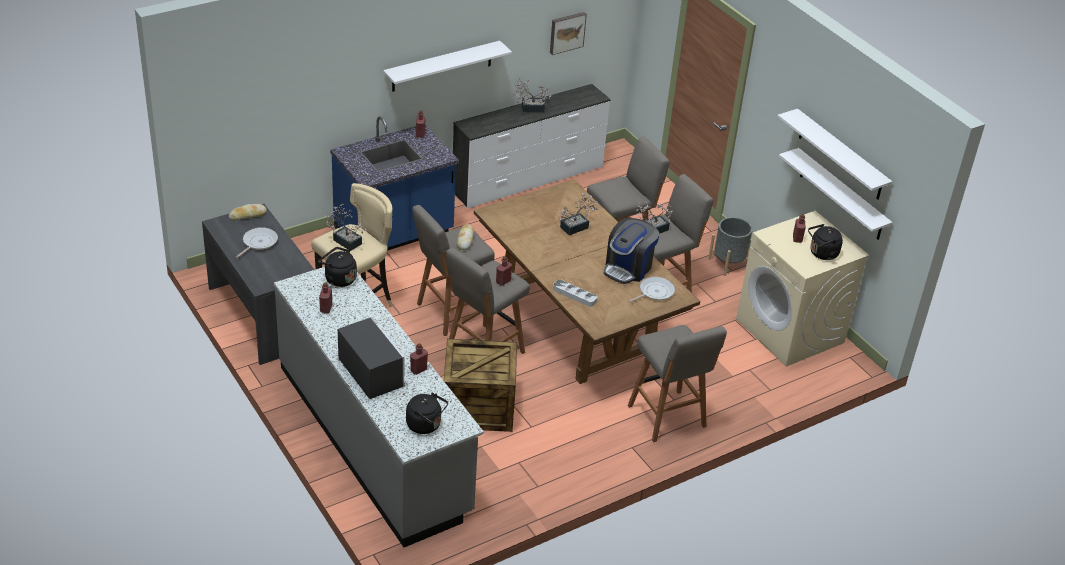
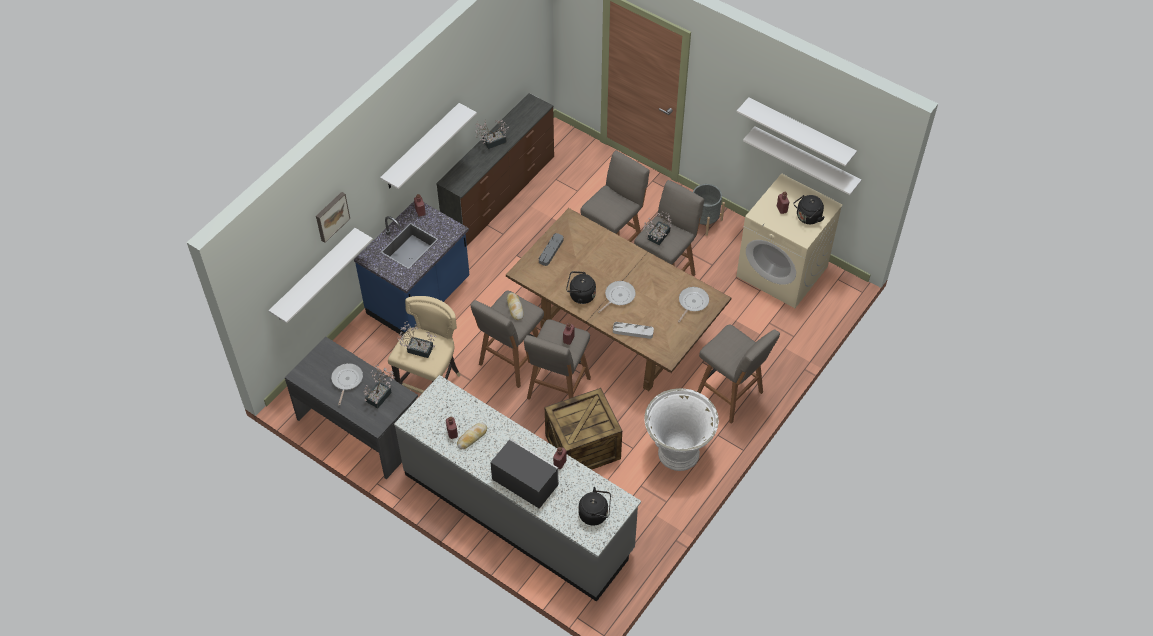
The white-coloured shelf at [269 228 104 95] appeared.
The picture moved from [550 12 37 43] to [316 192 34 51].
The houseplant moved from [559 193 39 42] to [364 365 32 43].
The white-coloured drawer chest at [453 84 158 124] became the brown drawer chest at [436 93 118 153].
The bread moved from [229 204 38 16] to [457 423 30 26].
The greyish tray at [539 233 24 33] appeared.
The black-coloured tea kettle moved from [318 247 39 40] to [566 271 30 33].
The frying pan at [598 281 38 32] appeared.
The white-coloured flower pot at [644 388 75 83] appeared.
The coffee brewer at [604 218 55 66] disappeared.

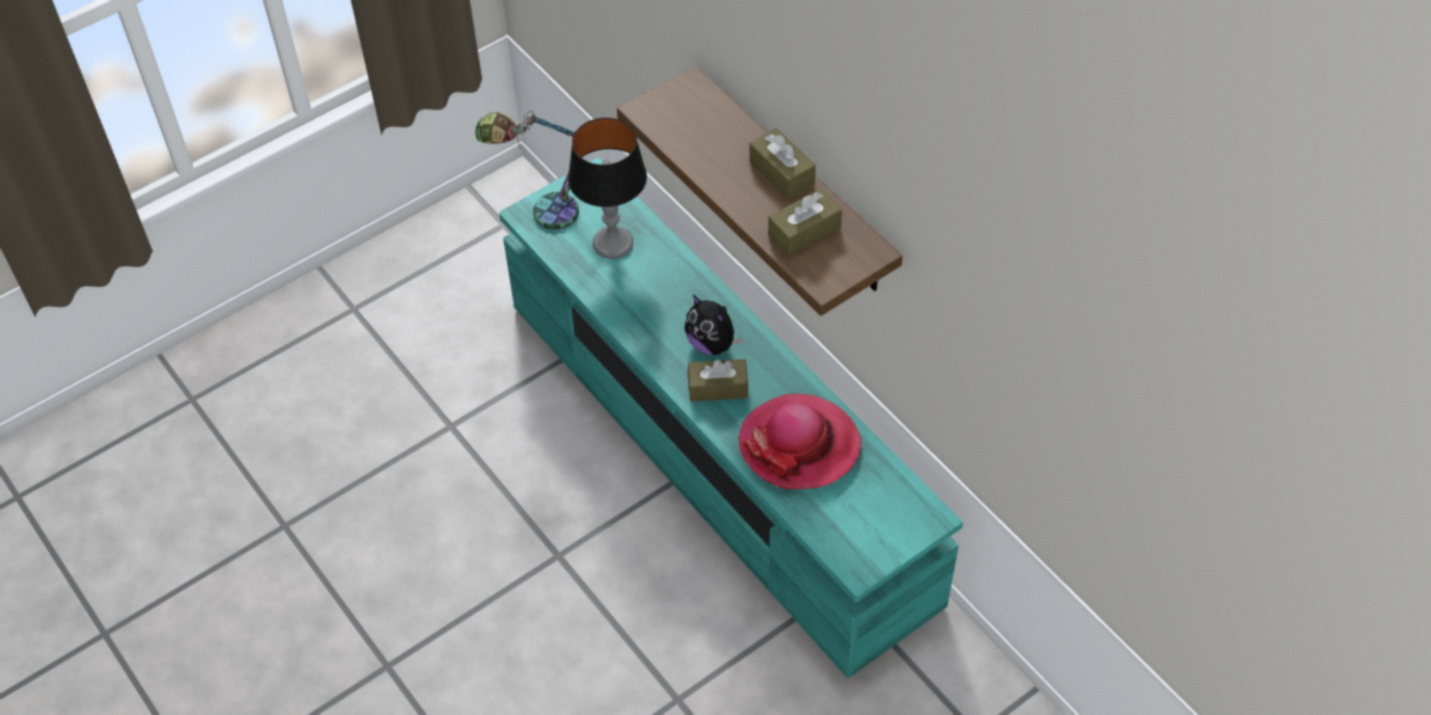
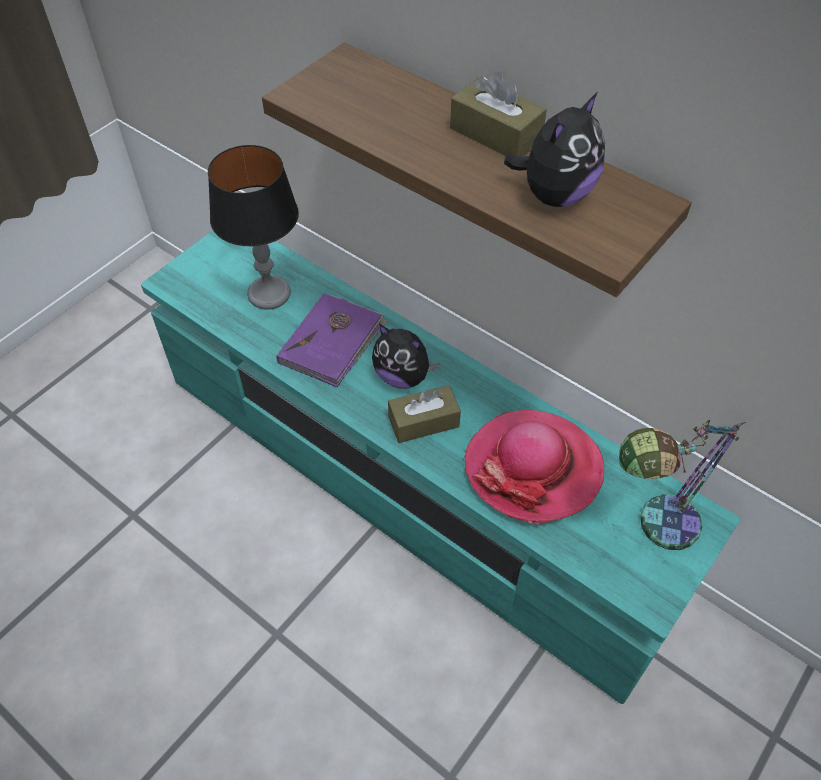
The purple book at [276 293 111 94] appeared.
The brown tissue box at [768 188 74 69] was replaced by the plush toy at [504 93 101 114].
The lamp for a table moved from [475 111 108 119] to [619 419 127 131].

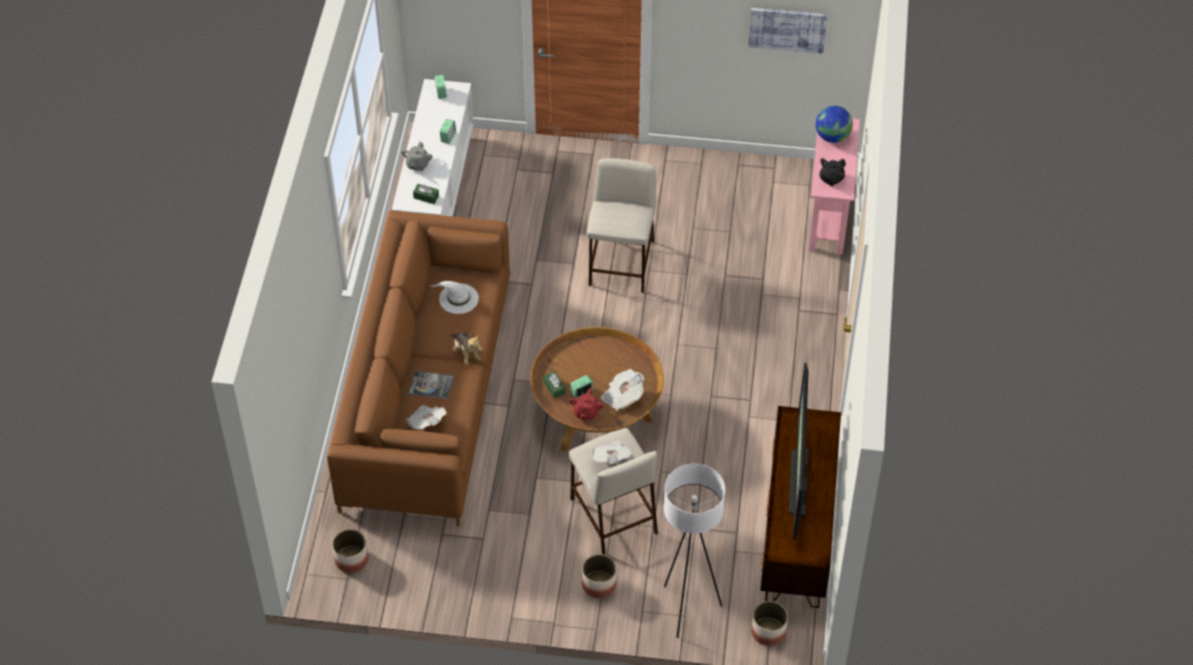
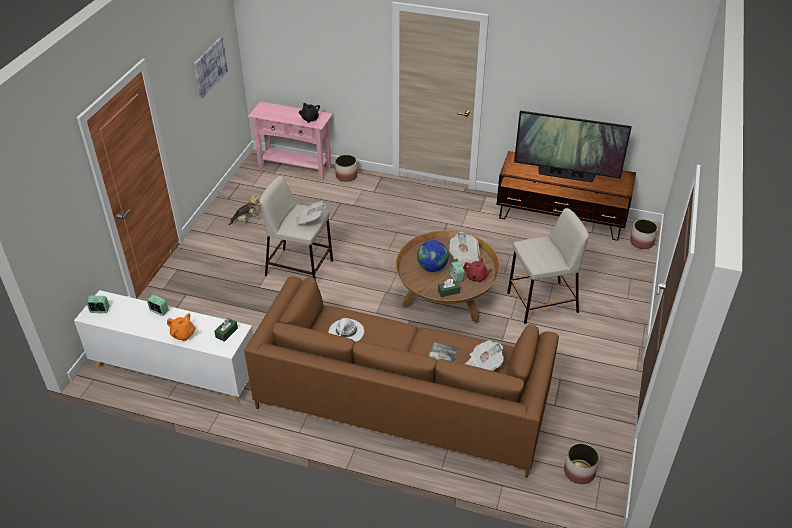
The greyish teapot at [401 142 32 29] became the orange teapot at [167 313 29 28].
The plush toy moved from [451 333 31 31] to [229 194 31 31].
The daily paper moved from [591 441 41 23] to [294 201 32 25].
The flower pot moved from [582 554 35 44] to [335 155 22 27].
The globe moved from [816 106 37 37] to [417 240 32 32].
The white-coloured standing lamp at [664 464 61 174] disappeared.

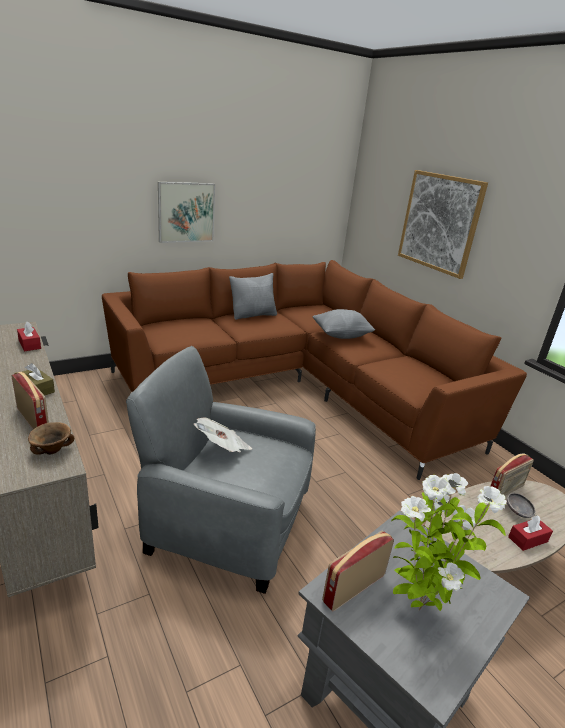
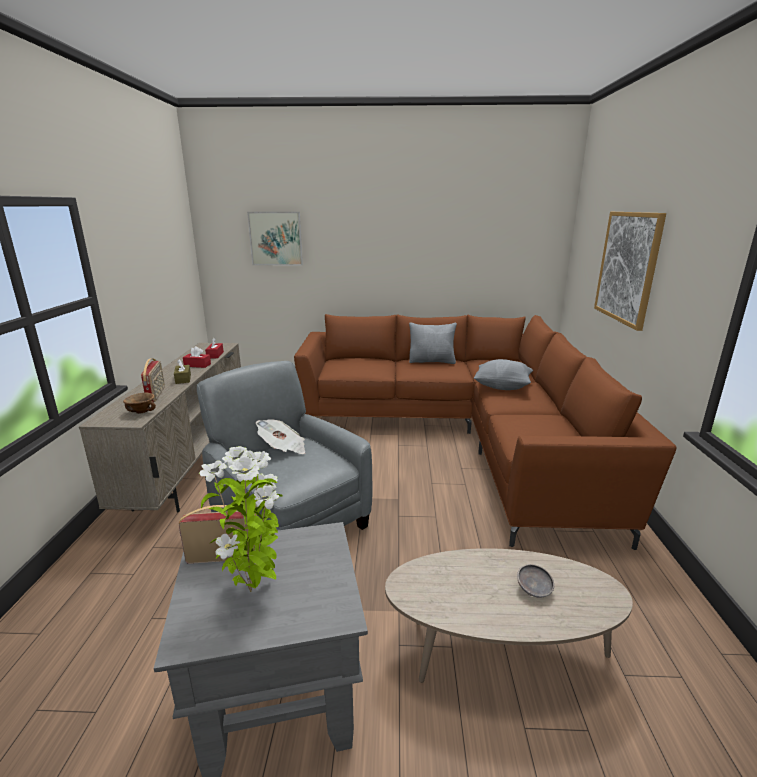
The red-coloured tissue box moved from [508 515 45 36] to [183 346 28 22].
The picture moved from [158 182 57 61] to [247 212 56 53].
The radio at [490 454 44 42] disappeared.

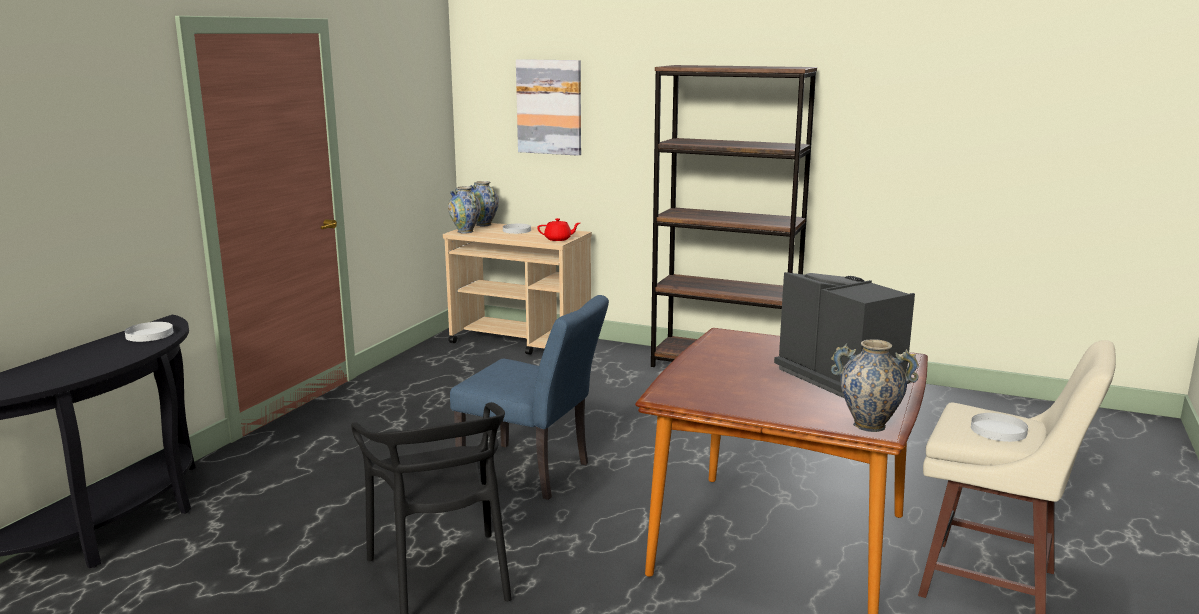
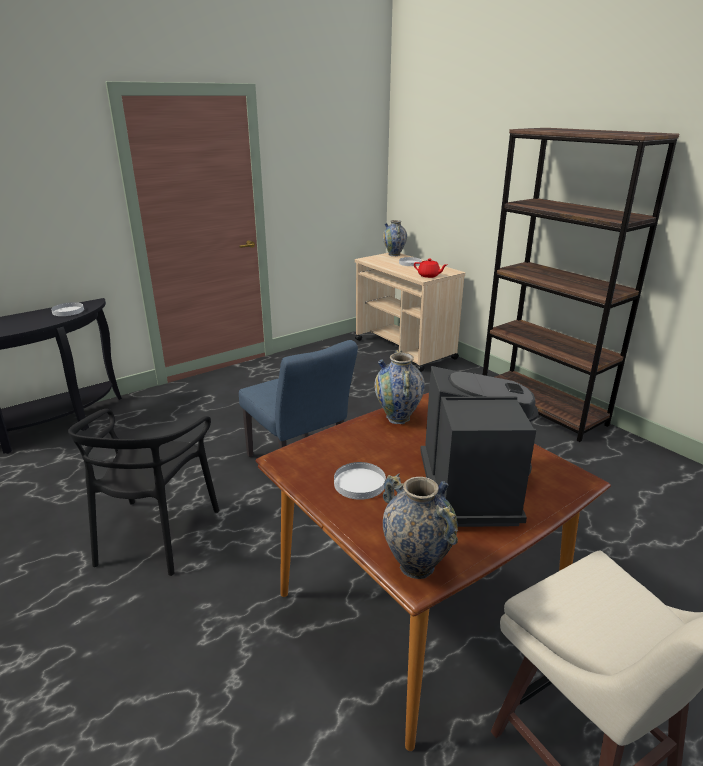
The white-coloured dinner plate moved from [971 413 57 29] to [334 462 52 38].
The vase moved from [448 186 33 47] to [374 350 51 74].
The picture at [516 59 65 97] disappeared.

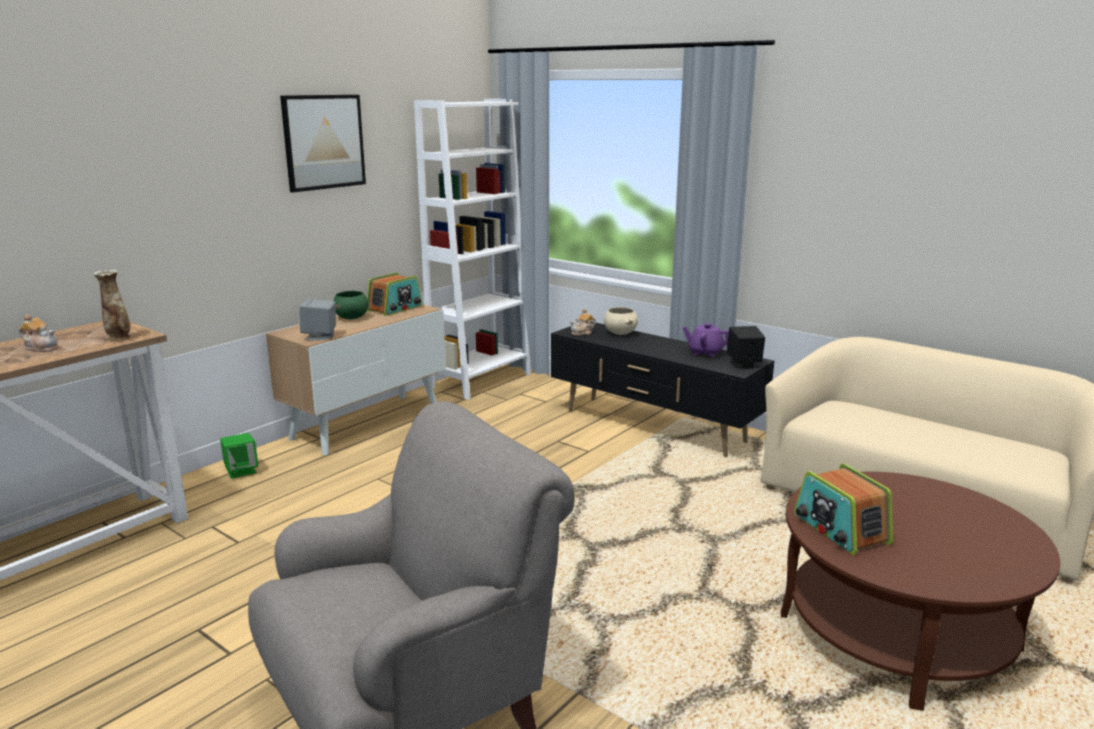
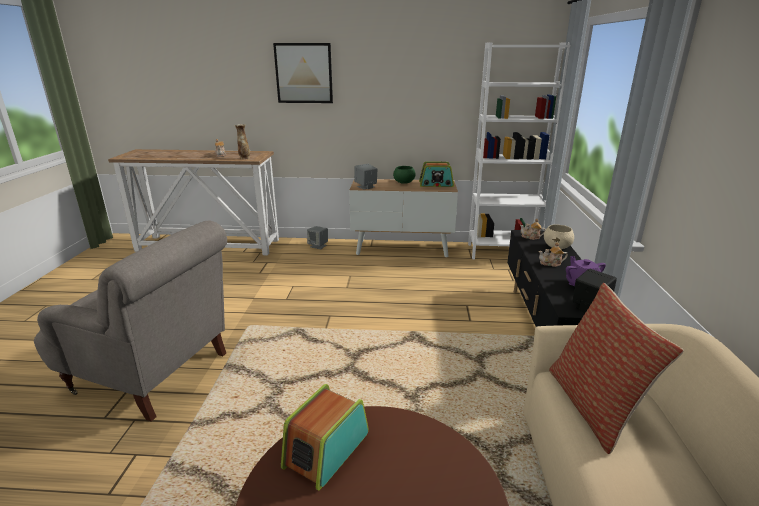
The picture moved from [280 95 86 97] to [273 43 60 60].
The green speaker at [220 433 38 46] became the greyish speaker at [307 226 21 23].
The teapot at [538 242 30 25] appeared.
The pillow at [549 283 135 171] appeared.

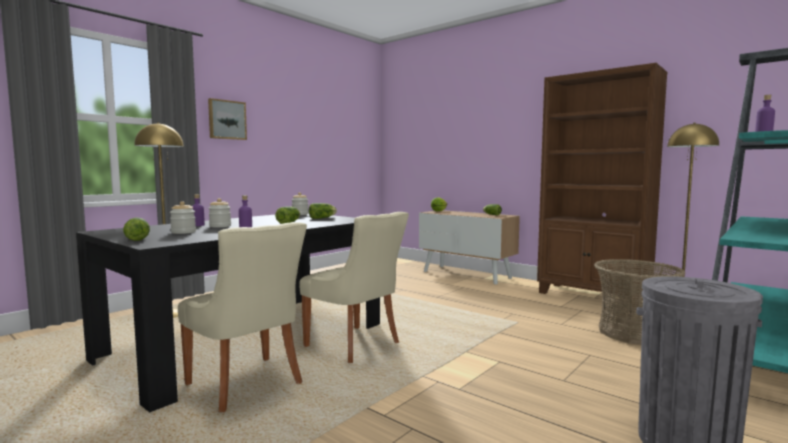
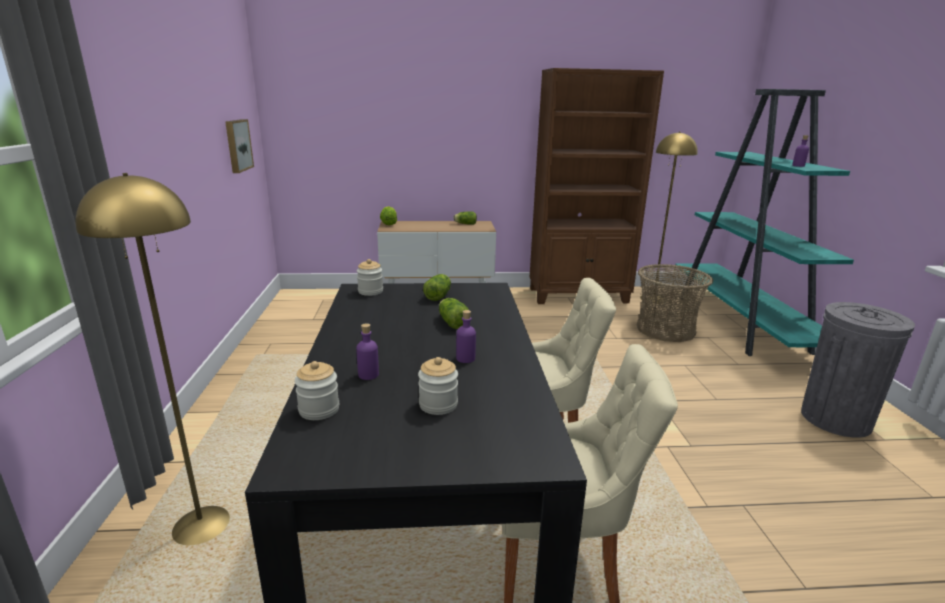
The picture moved from [208 98 39 42] to [225 119 29 54].
The jar moved from [208 198 23 29] to [295 361 44 59].
The lettuce at [123 217 27 24] disappeared.

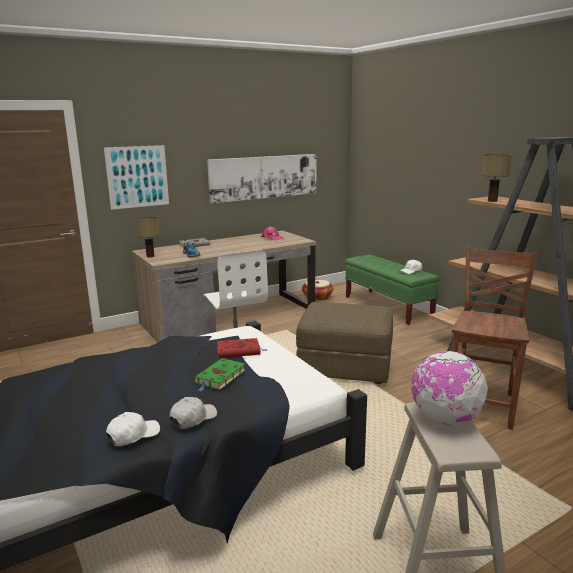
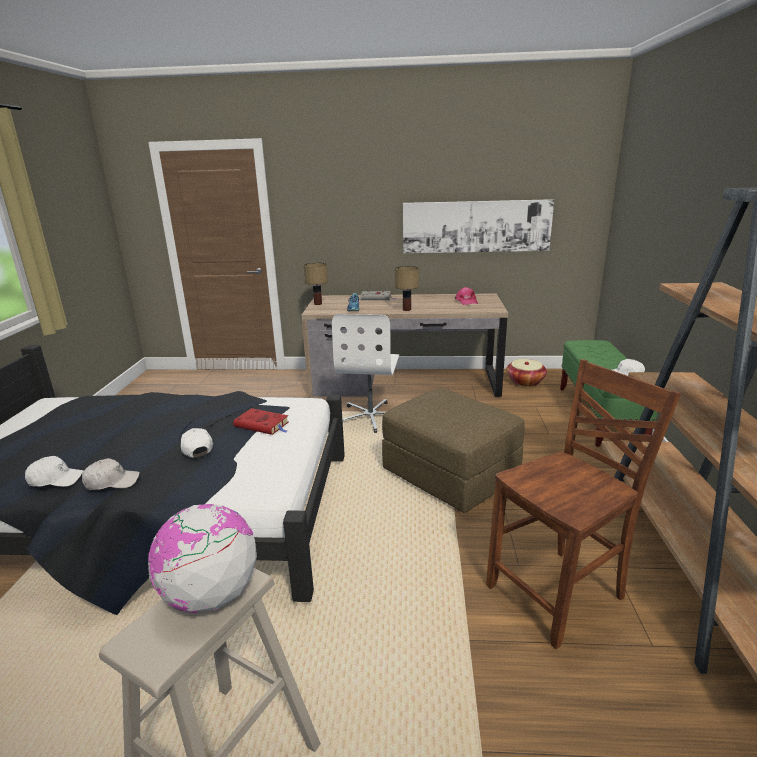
The green book at [194 358 52 33] was replaced by the white-coloured baseball cap at [181 428 32 30].
The lamp for a table moved from [481 154 31 48] to [394 266 25 45].
The picture at [104 145 65 65] disappeared.

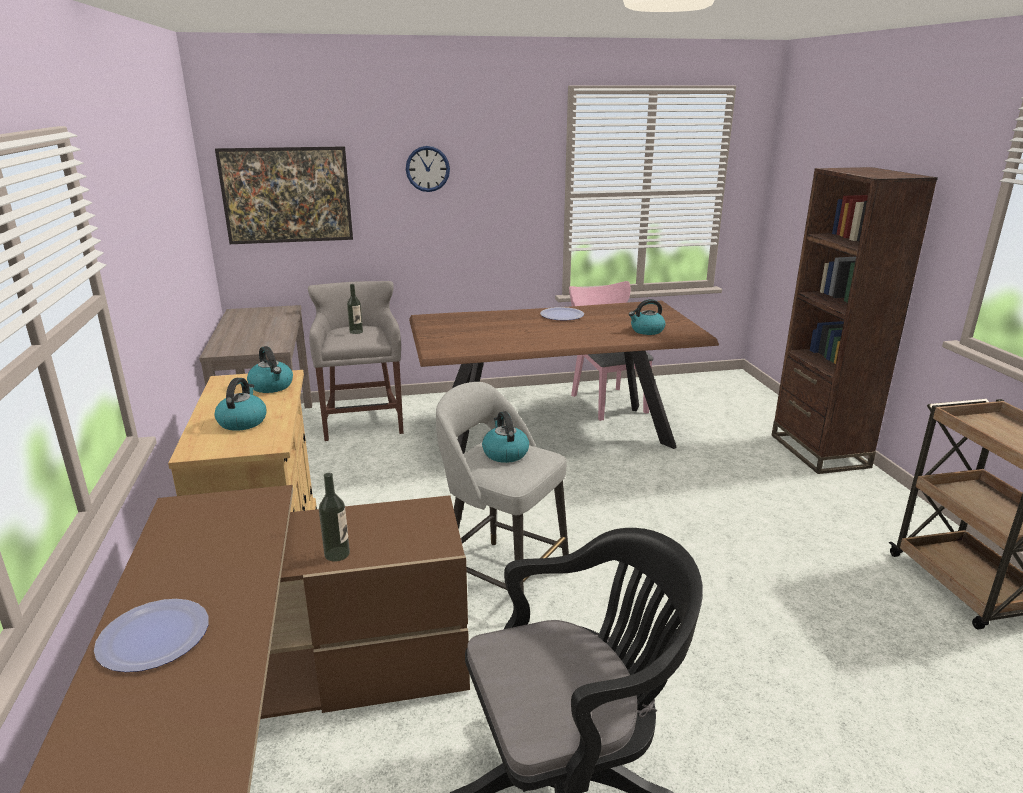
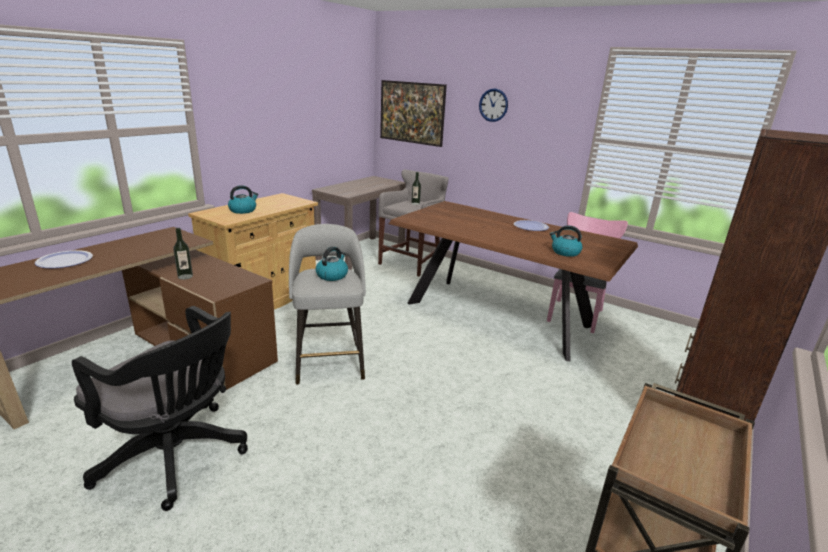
The tea kettle at [247 346 46 47] disappeared.

